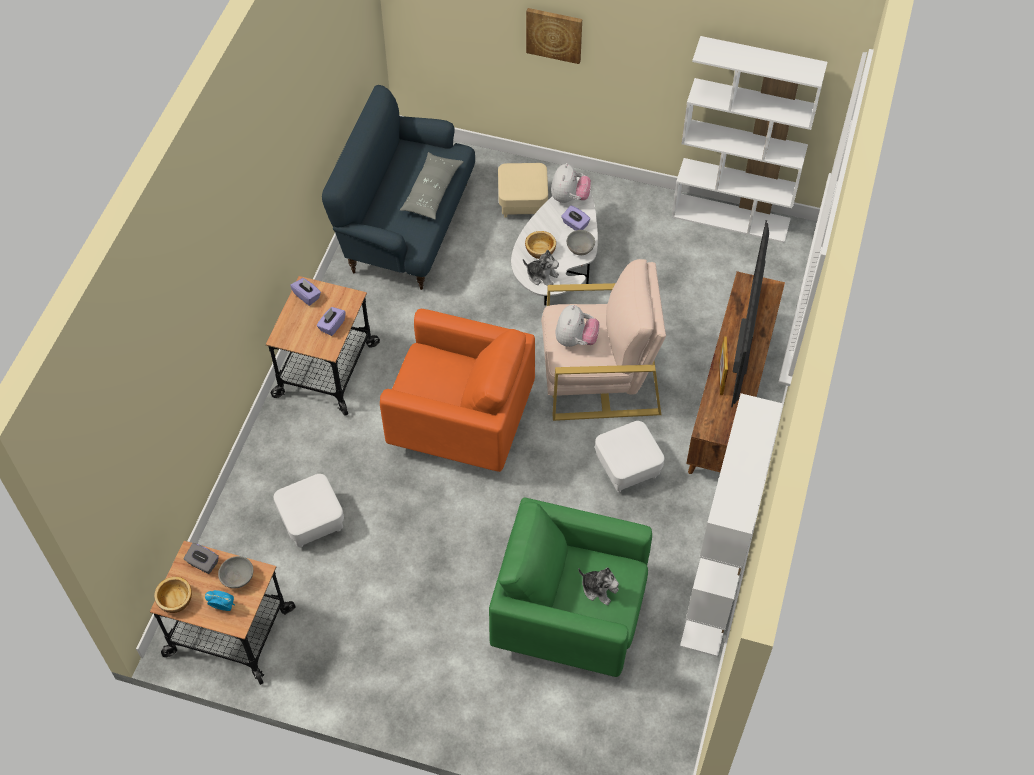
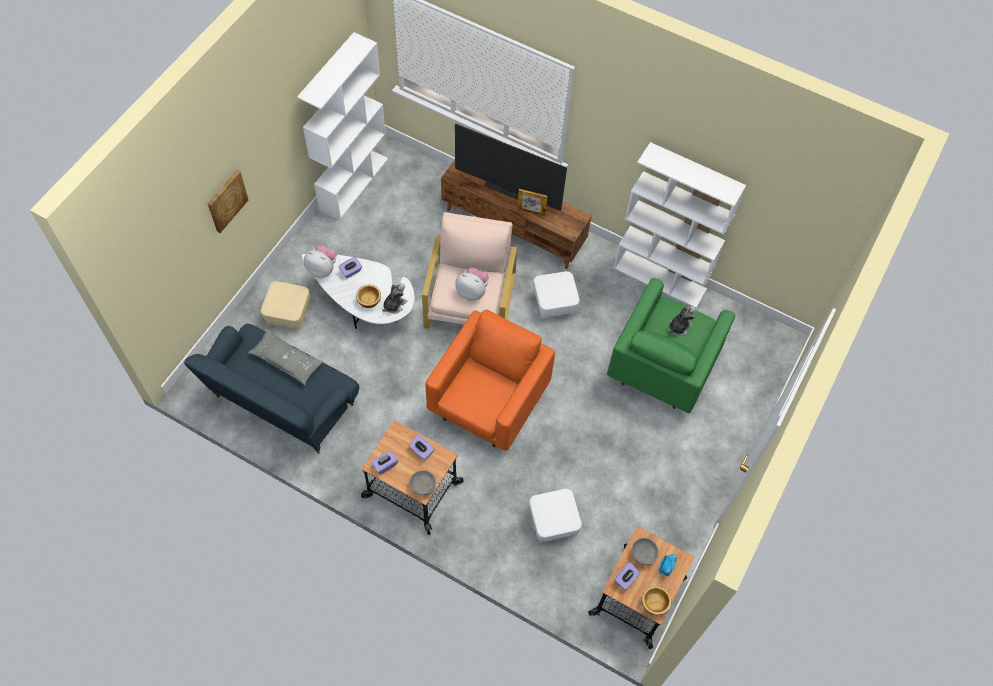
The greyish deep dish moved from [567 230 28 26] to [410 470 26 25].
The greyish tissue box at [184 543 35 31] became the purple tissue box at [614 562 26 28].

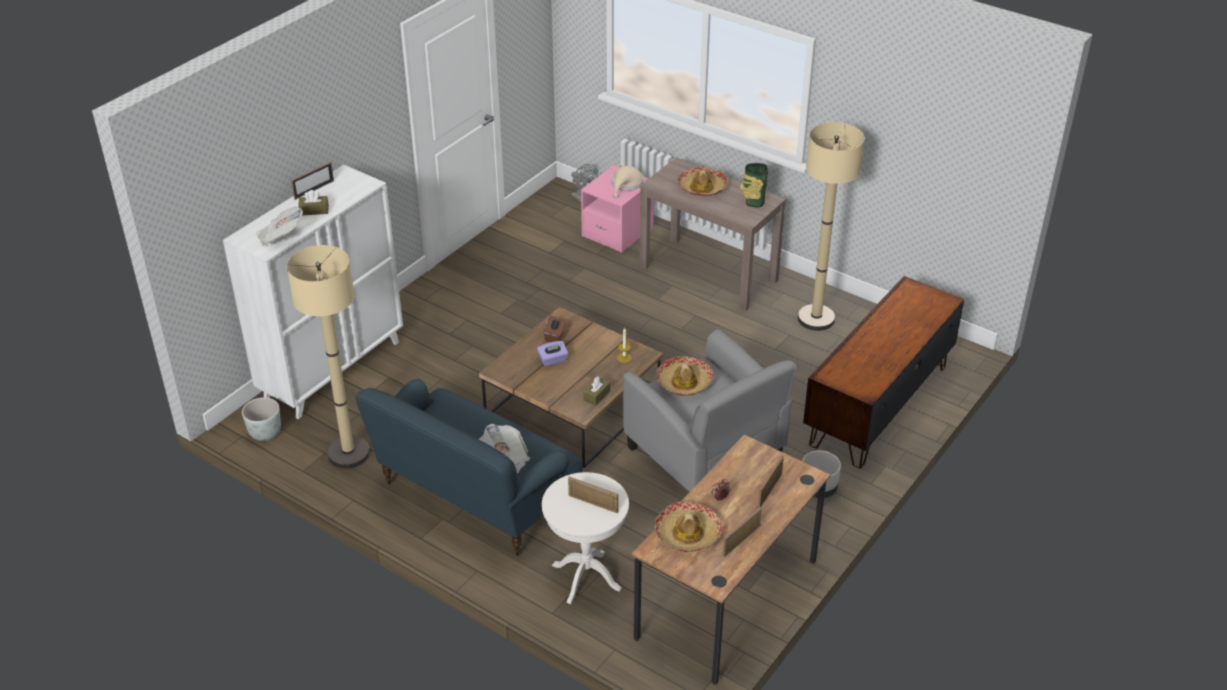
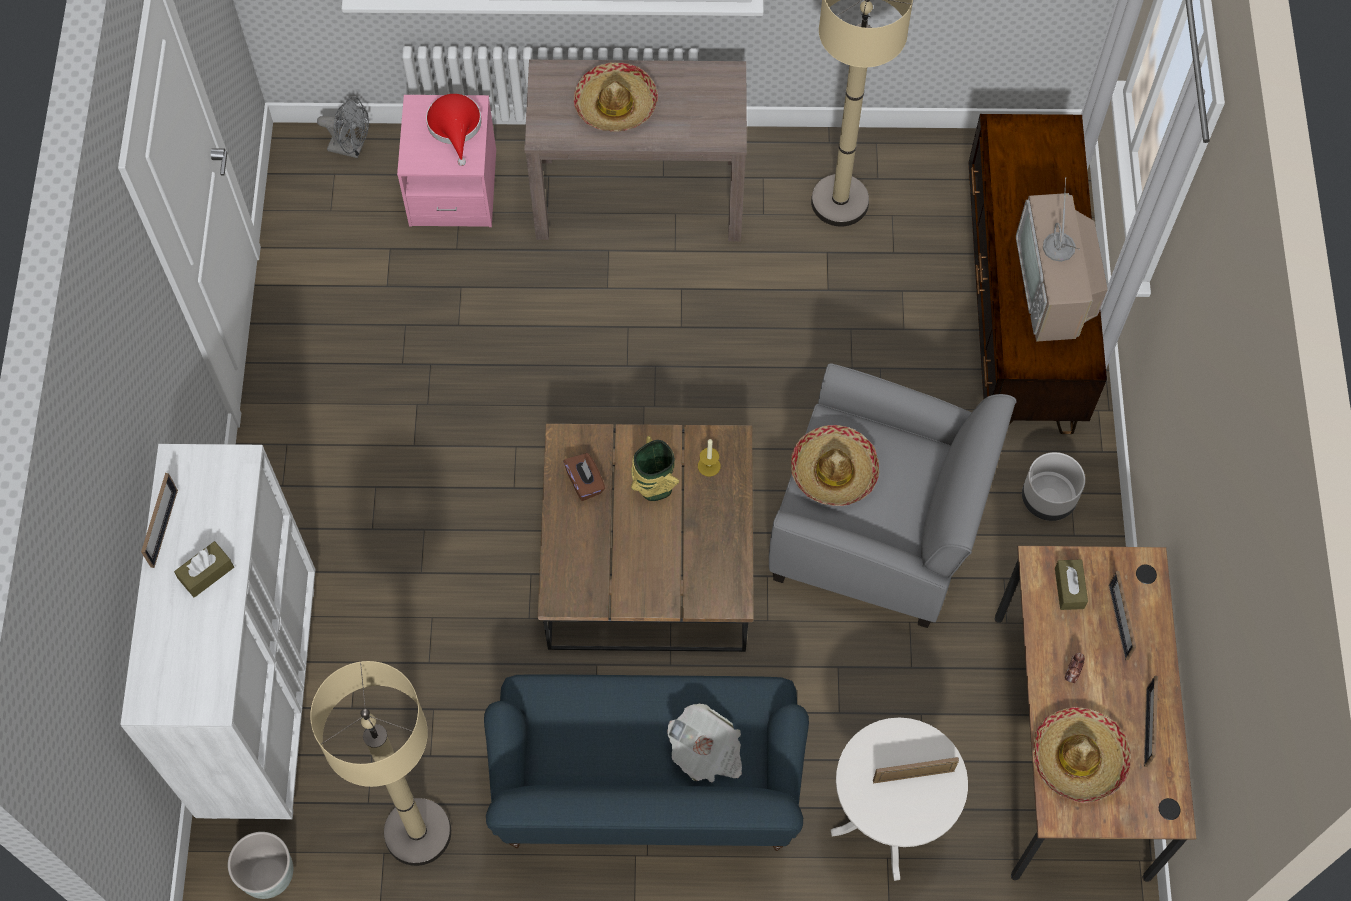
The beige-coloured clothing hat at [611 166 32 32] became the red-coloured clothing hat at [426 94 56 72].
The vase moved from [740 163 28 45] to [631 436 48 65].
The TV at [1016 177 92 165] appeared.
The brown tissue box moved from [583 376 28 30] to [1055 559 33 51].
The daily paper at [256 206 47 40] disappeared.
The purple tissue box at [537 341 31 25] disappeared.

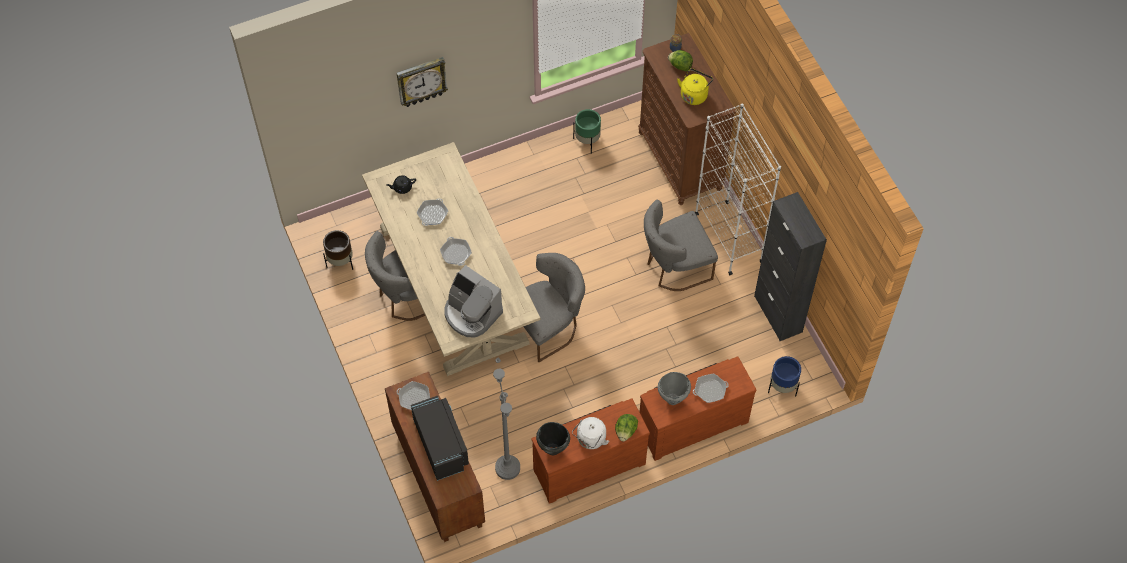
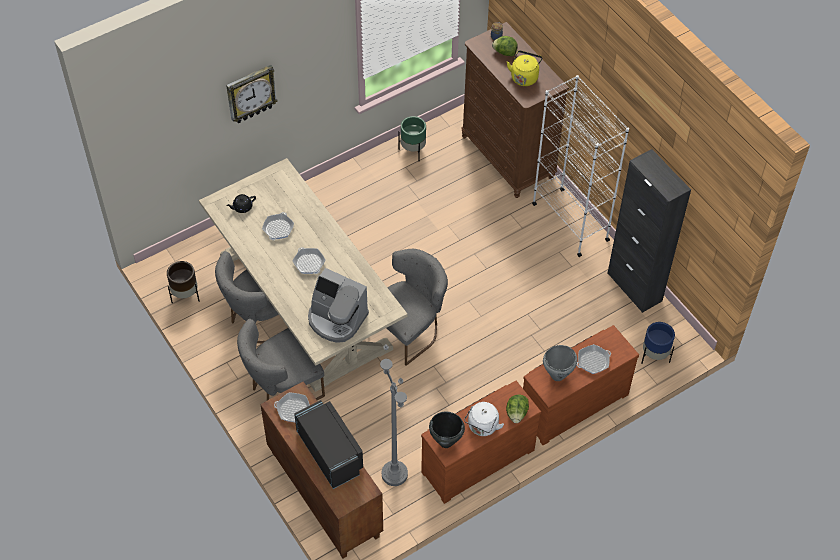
The greyish chair moved from [644 200 74 91] to [237 319 88 81].

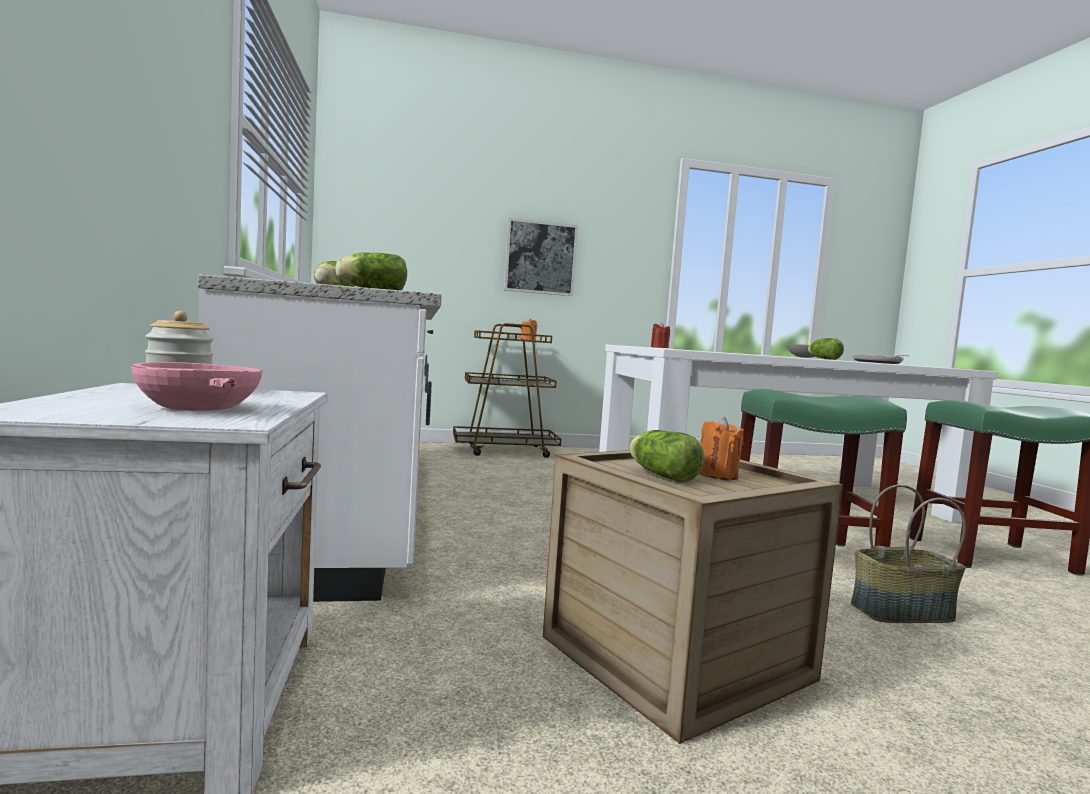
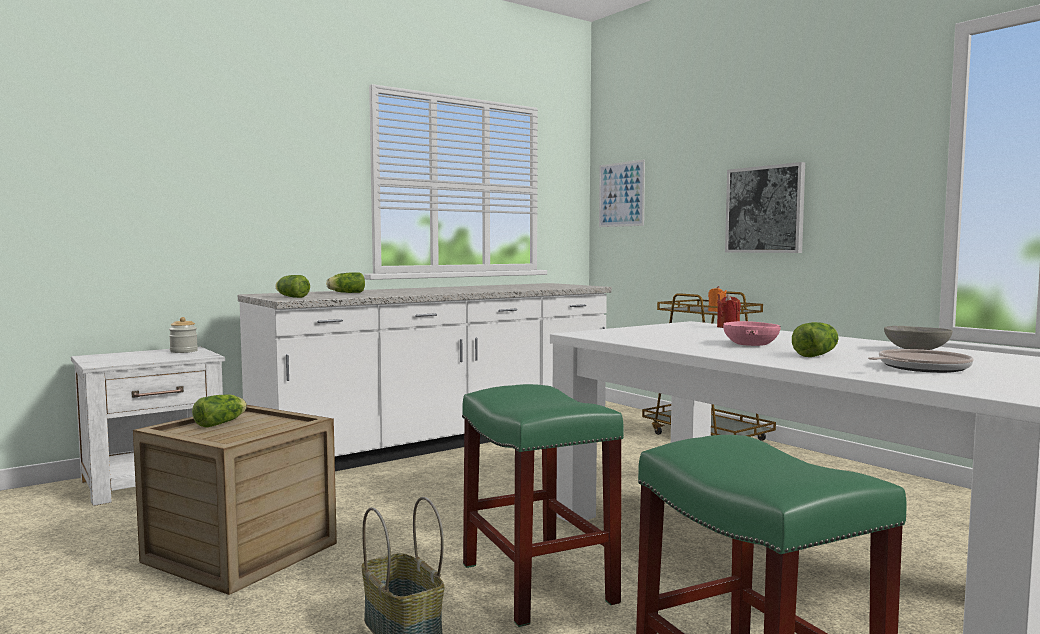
The picture at [599 159 46 68] appeared.
The pink-coloured deep dish moved from [131 362 131 49] to [723 321 58 25].
The orange candle at [699 417 45 63] disappeared.

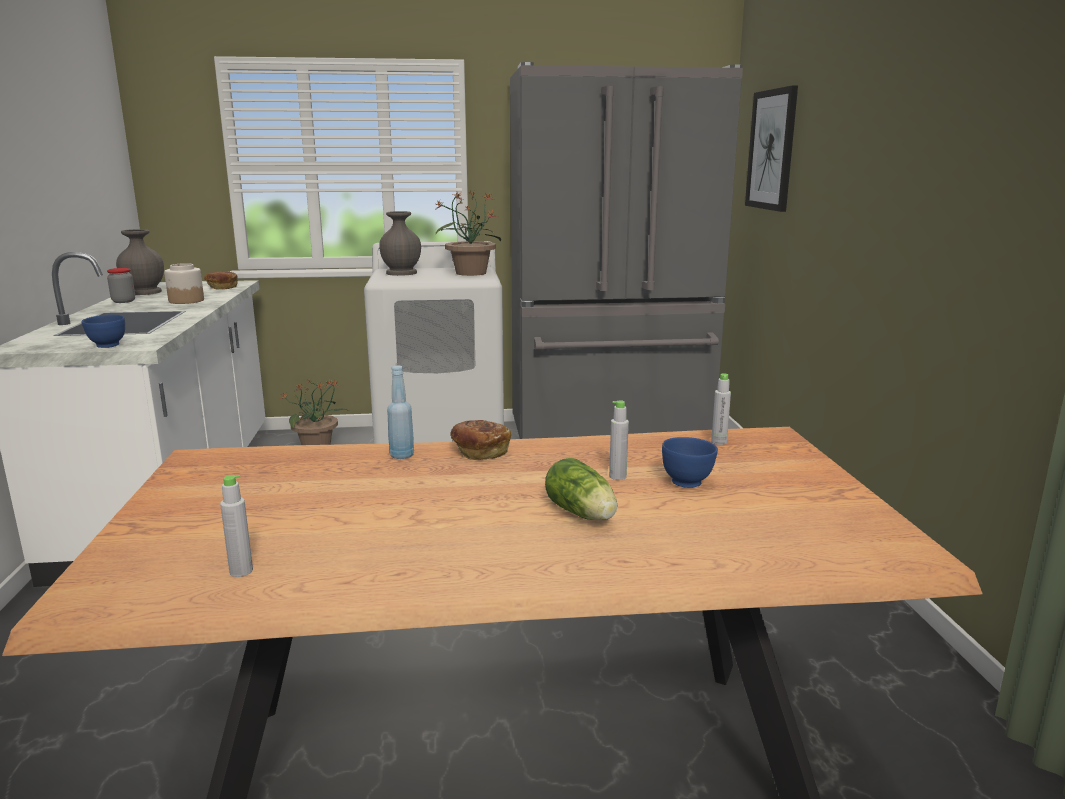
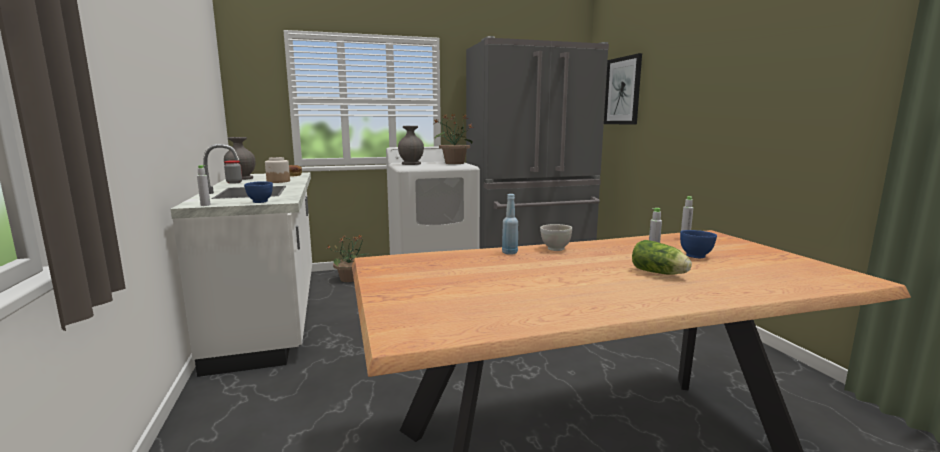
The greyish drink bottle moved from [220 475 33 102] to [197 165 14 41].
The bread at [450 420 61 40] was replaced by the white-coloured deep dish at [540 224 32 27].

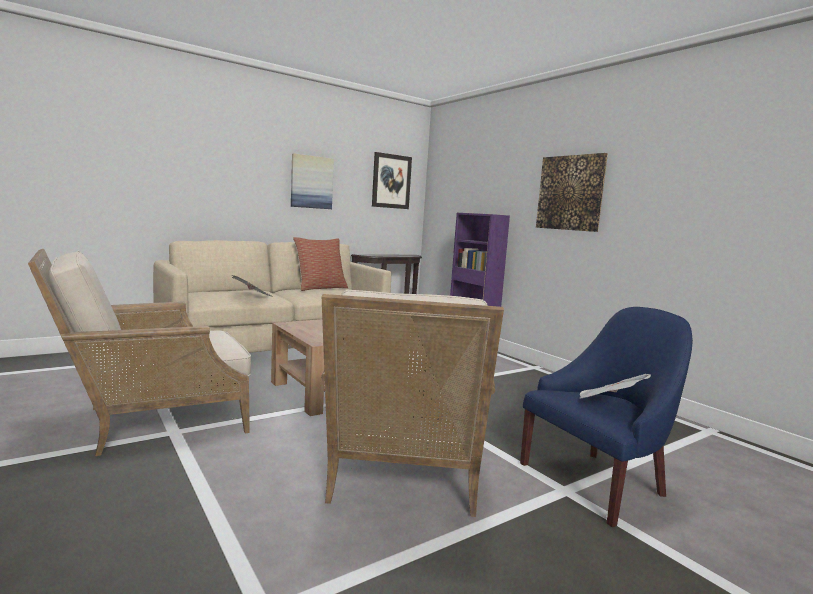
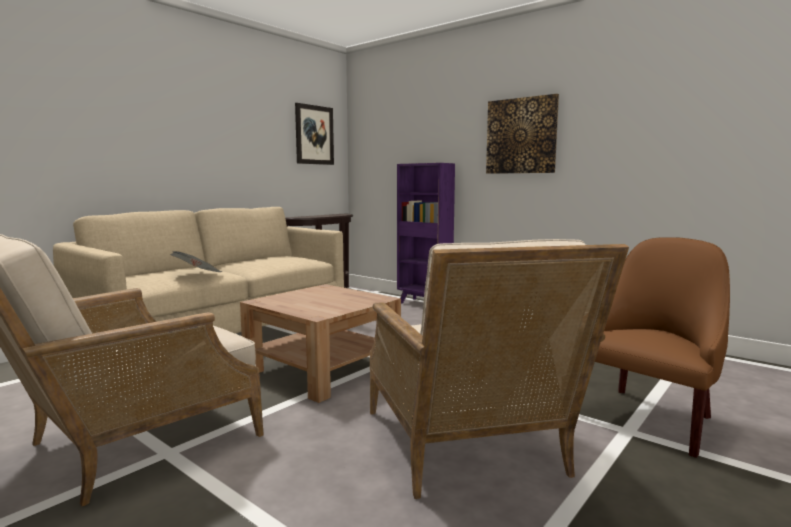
The bluish armchair at [520 307 173 220] became the brown armchair at [595 237 135 221].
The picture at [291 153 43 56] disappeared.
The pillow at [293 237 55 54] disappeared.
The daily paper at [580 374 71 25] disappeared.

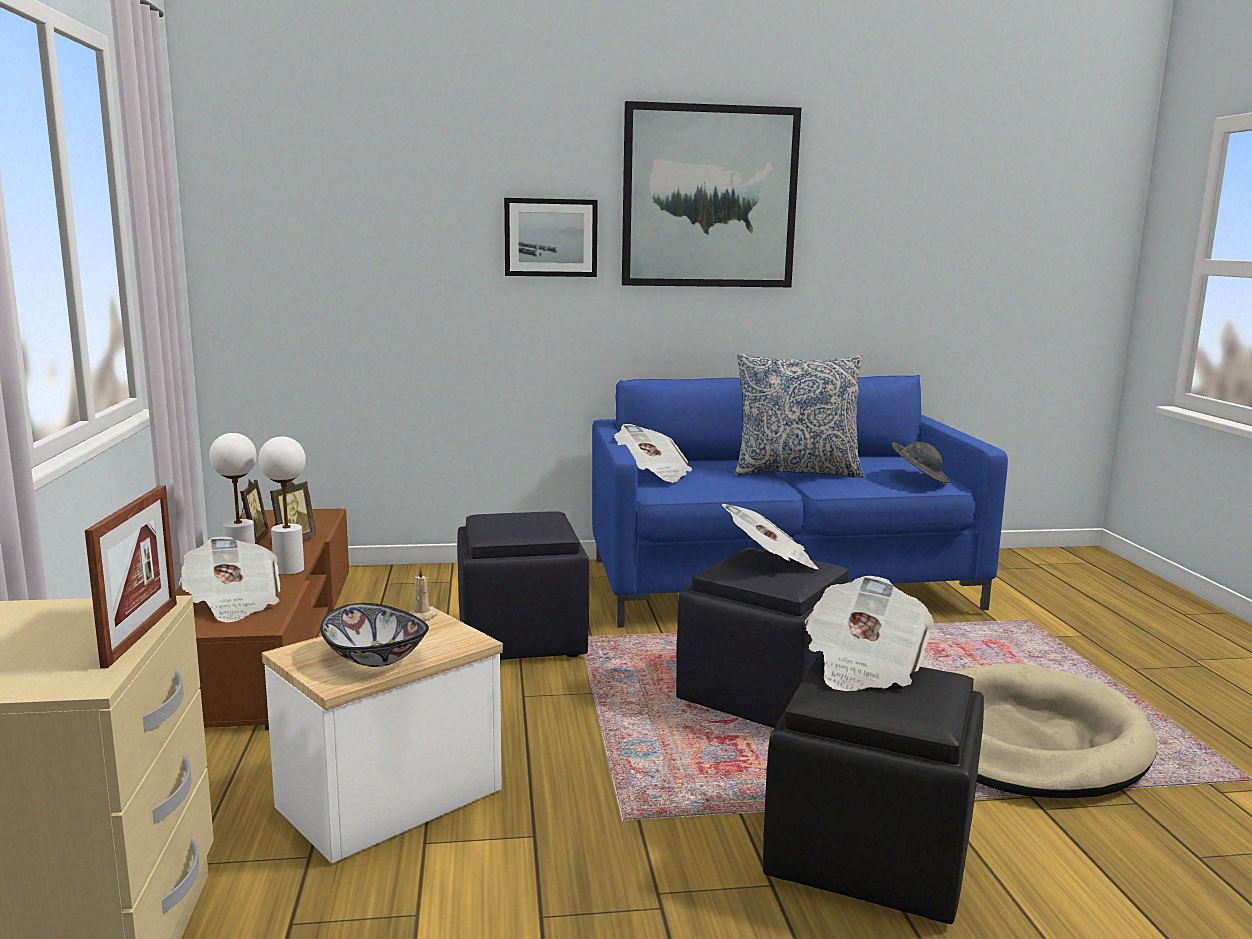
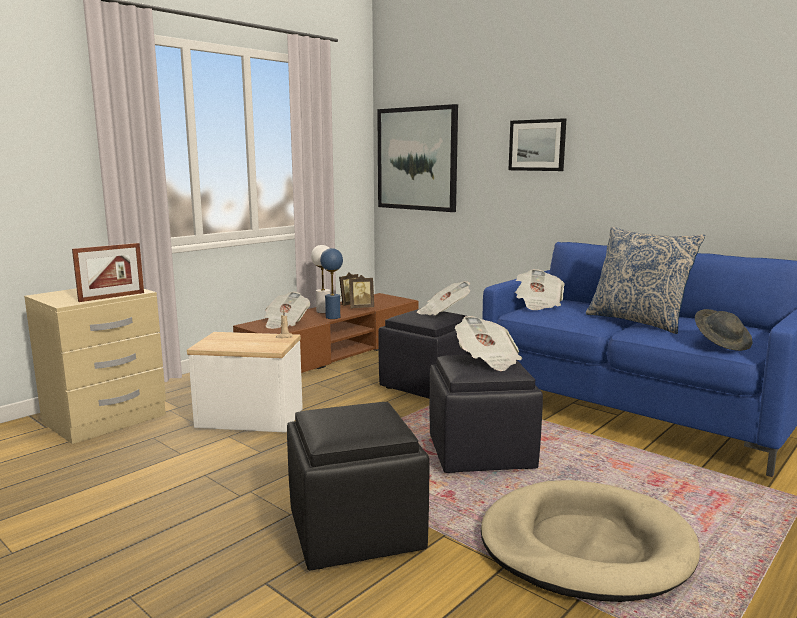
The white-coloured lamp for a table at [258 436 48 139] became the bluish lamp for a table at [320 248 23 71].
The picture moved from [622 101 179 186] to [377 104 81 108].
The daily paper moved from [805 576 129 115] to [417 281 54 34].
The deep dish at [320 603 109 64] disappeared.

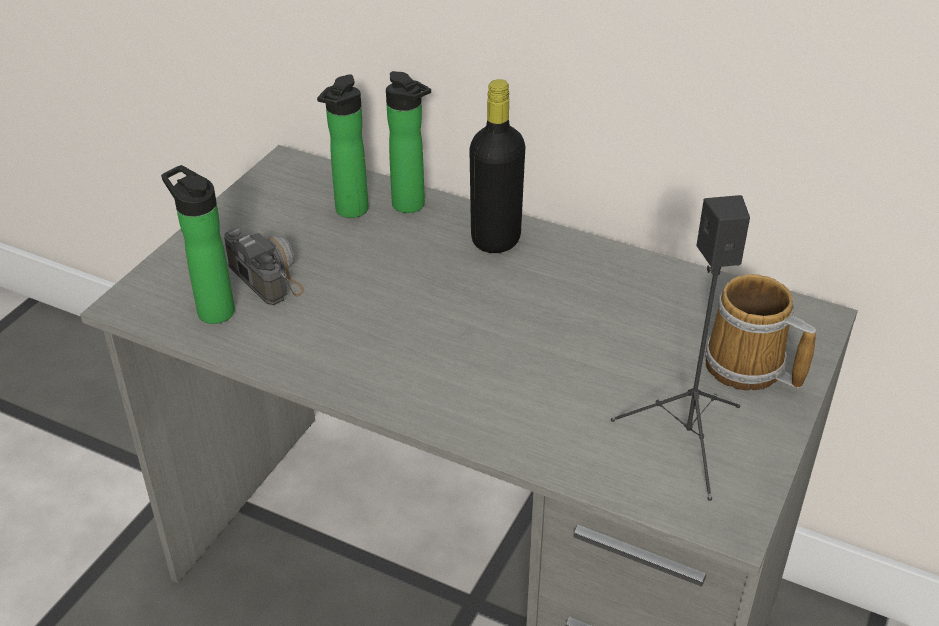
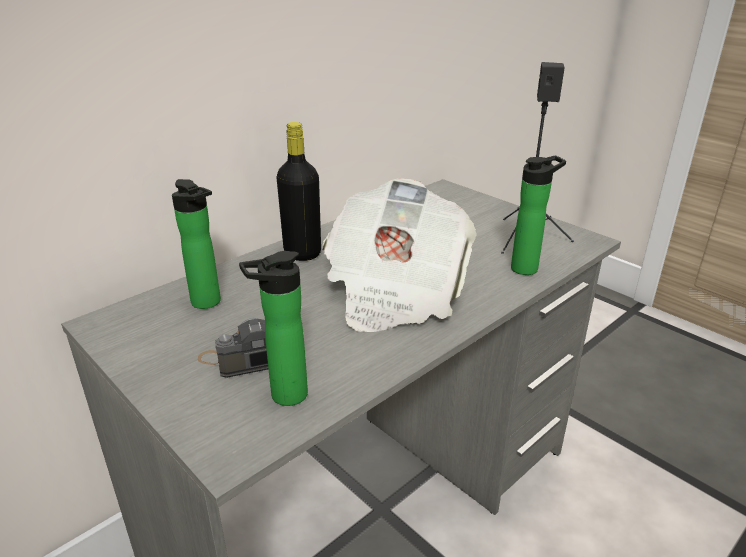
The daily paper at [323 178 154 154] appeared.
The drink bottle moved from [386 71 45 142] to [511 156 55 119].
The mug at [705 274 111 116] disappeared.

